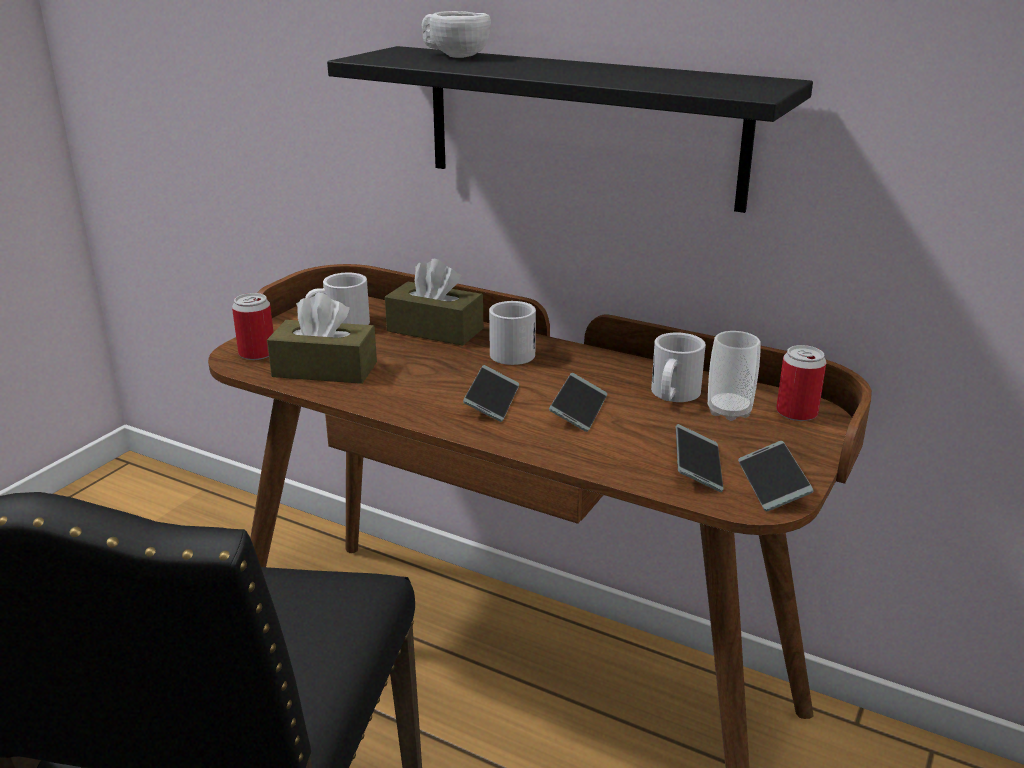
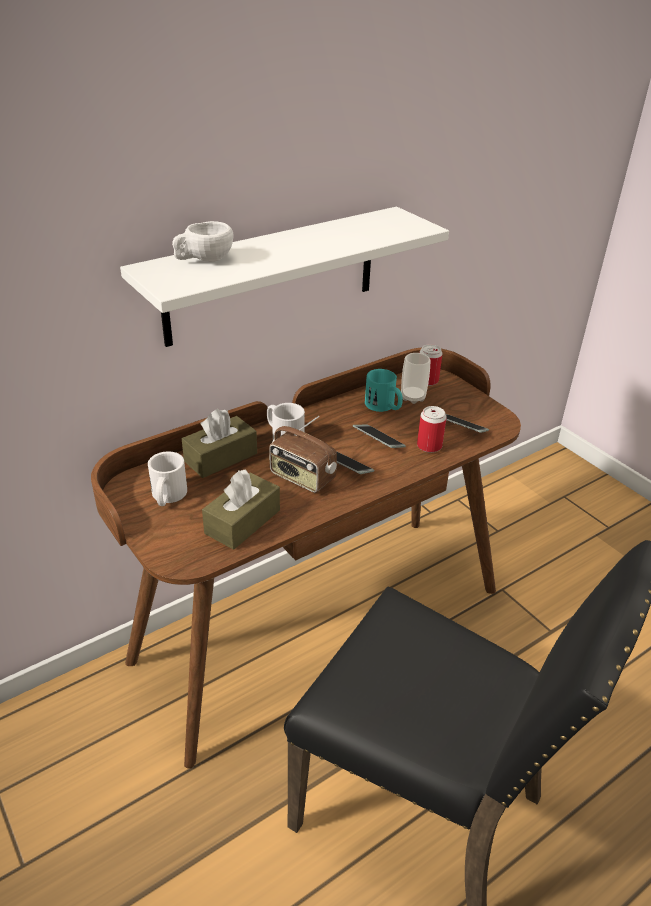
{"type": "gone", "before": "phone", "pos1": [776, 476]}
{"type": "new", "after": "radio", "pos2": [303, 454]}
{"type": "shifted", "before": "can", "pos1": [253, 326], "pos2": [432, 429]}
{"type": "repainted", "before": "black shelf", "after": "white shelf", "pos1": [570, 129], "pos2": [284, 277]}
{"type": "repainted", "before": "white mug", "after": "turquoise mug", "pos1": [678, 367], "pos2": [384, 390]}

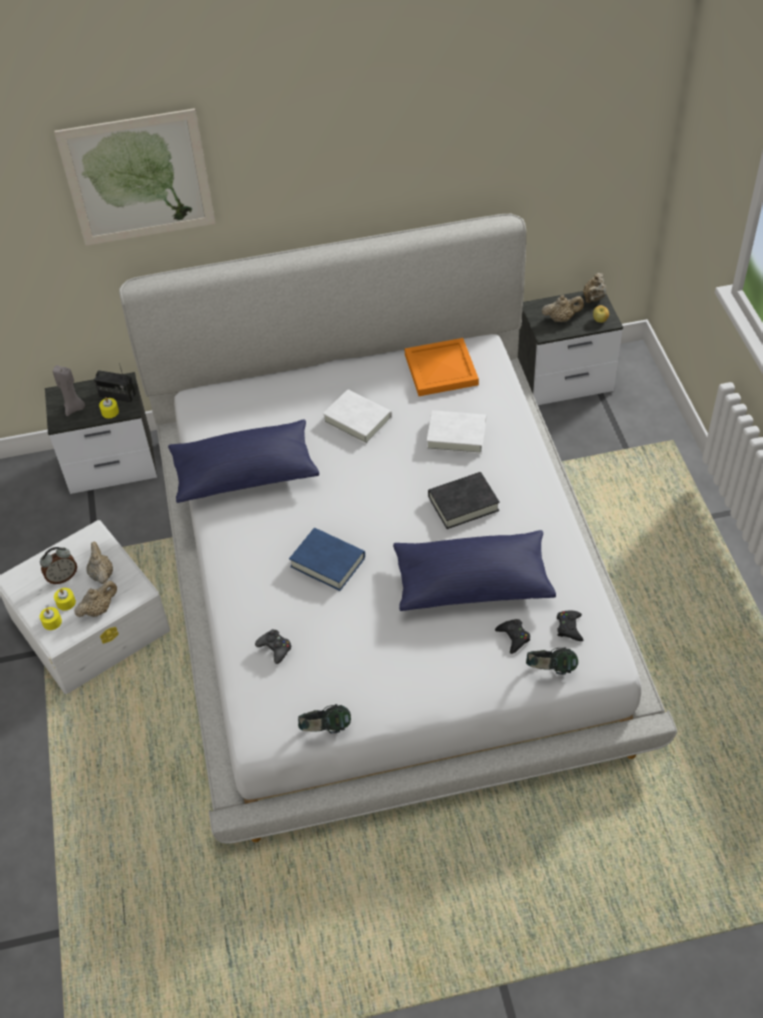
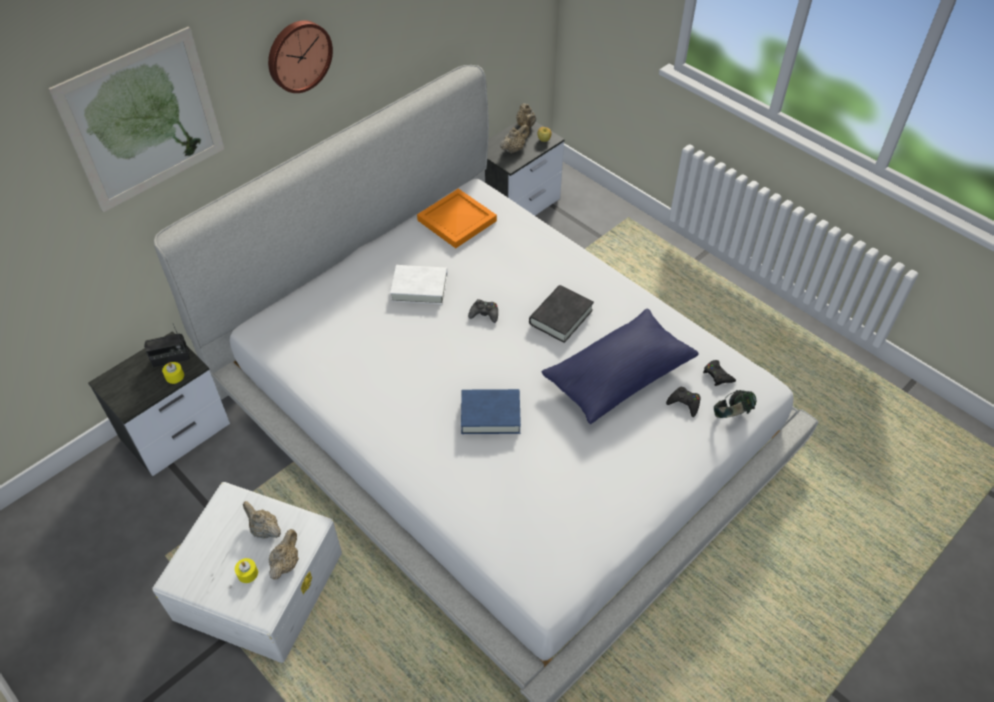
{"type": "gone", "before": "alarm clock", "pos1": [58, 565]}
{"type": "gone", "before": "yellow candle", "pos1": [51, 618]}
{"type": "gone", "before": "grey candle", "pos1": [69, 390]}
{"type": "gone", "before": "blue pillow", "pos1": [243, 461]}
{"type": "gone", "before": "headphones", "pos1": [324, 718]}
{"type": "gone", "before": "white book", "pos1": [456, 432]}
{"type": "new", "after": "wall clock", "pos2": [300, 56]}
{"type": "shifted", "before": "black game controller", "pos1": [273, 646], "pos2": [483, 311]}

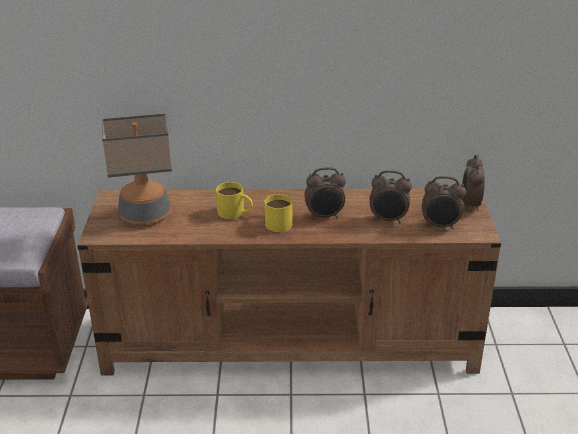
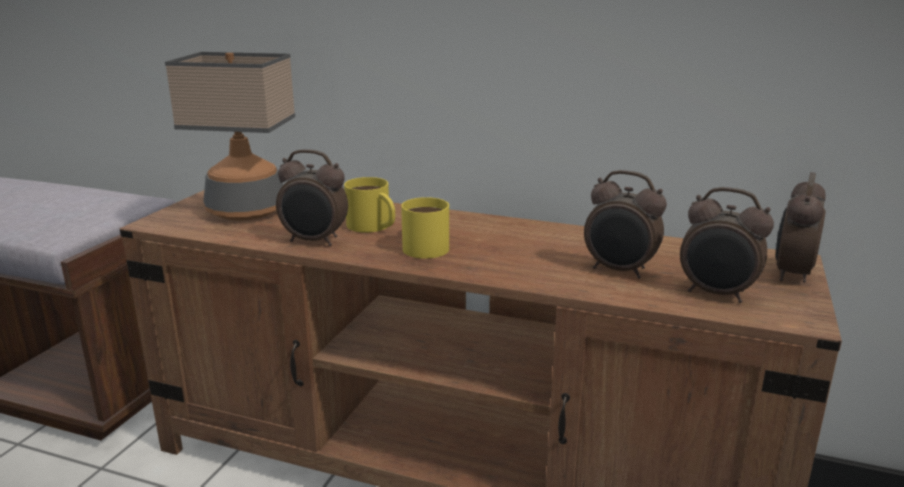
{"type": "shifted", "before": "alarm clock", "pos1": [325, 193], "pos2": [312, 197]}

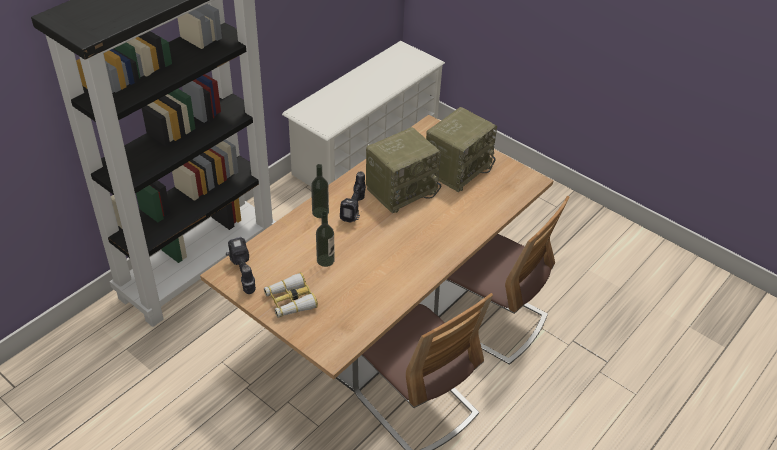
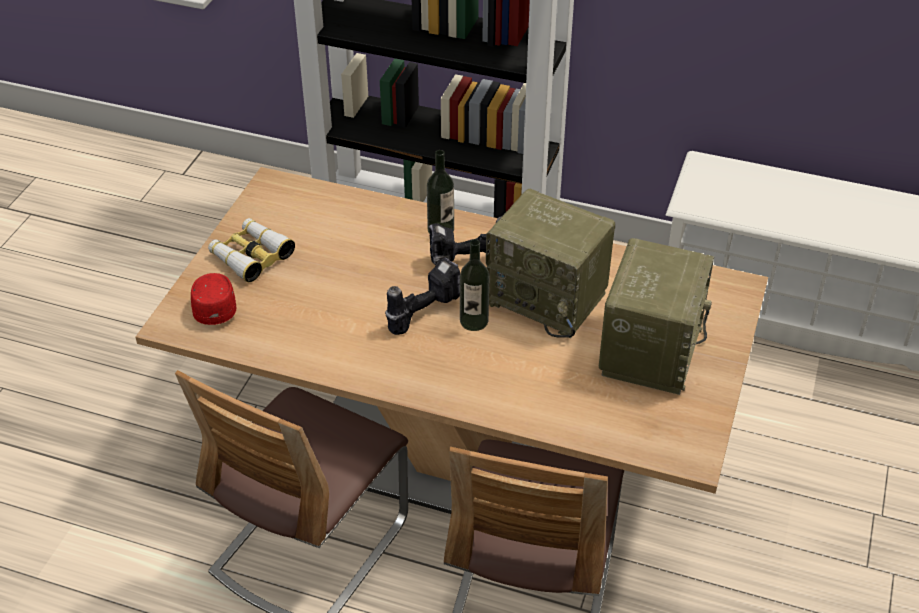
{"type": "new", "after": "red cap", "pos2": [213, 299]}
{"type": "shifted", "before": "power drill", "pos1": [241, 265], "pos2": [422, 296]}
{"type": "shifted", "before": "bottle", "pos1": [325, 239], "pos2": [475, 285]}
{"type": "rotated", "before": "radio", "pos1": [461, 149], "pos2": [656, 316], "turn": -90}

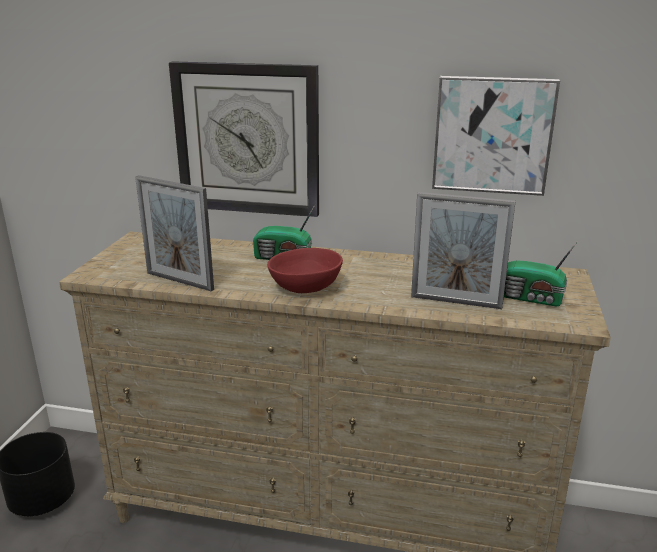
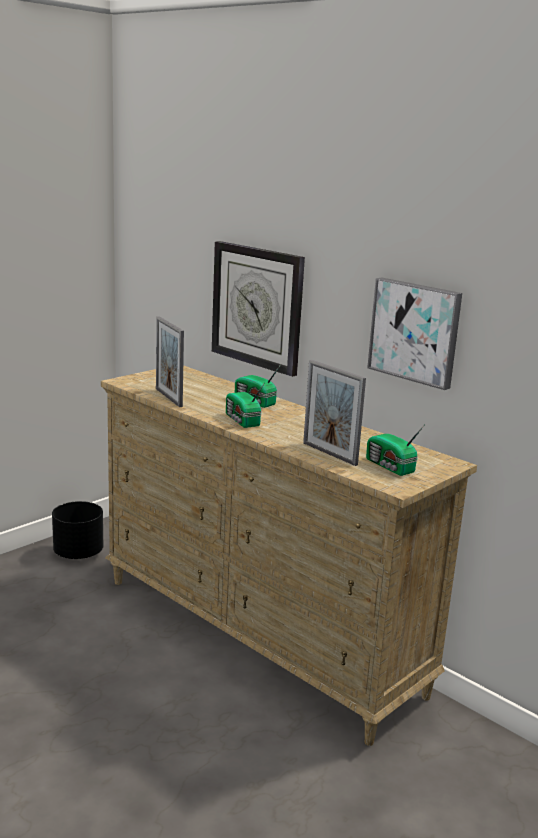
{"type": "swapped", "before": "red bowl", "after": "radio", "pos1": [305, 270], "pos2": [245, 406]}

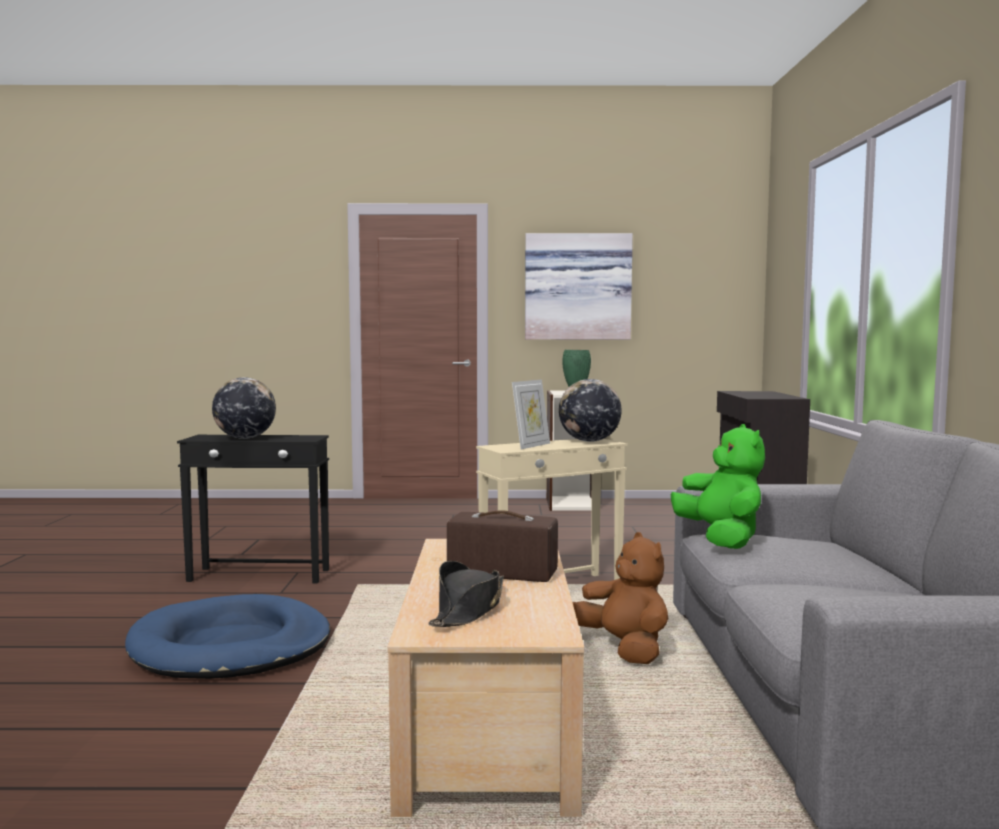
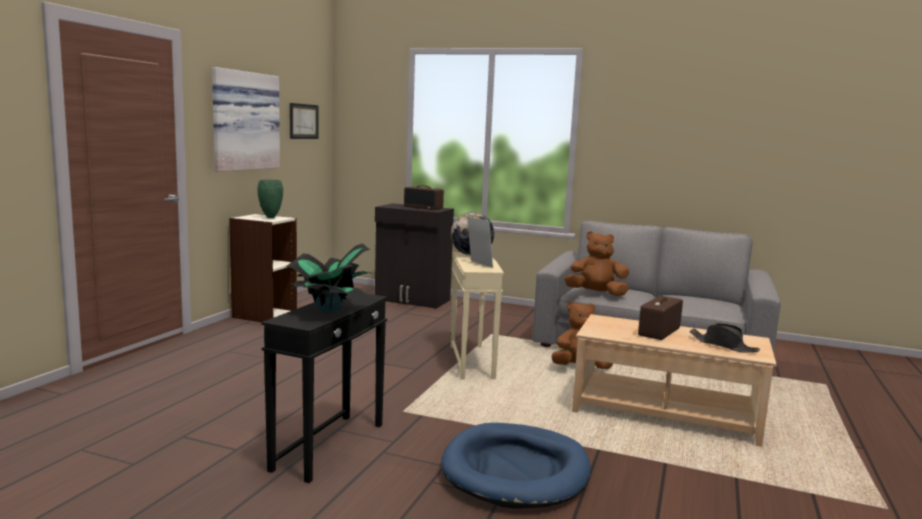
{"type": "new", "after": "picture", "pos2": [304, 121]}
{"type": "new", "after": "radio", "pos2": [424, 197]}
{"type": "swapped", "before": "globe", "after": "potted plant", "pos1": [244, 408], "pos2": [329, 278]}
{"type": "repainted", "before": "green plush toy", "after": "brown plush toy", "pos1": [718, 486], "pos2": [596, 263]}

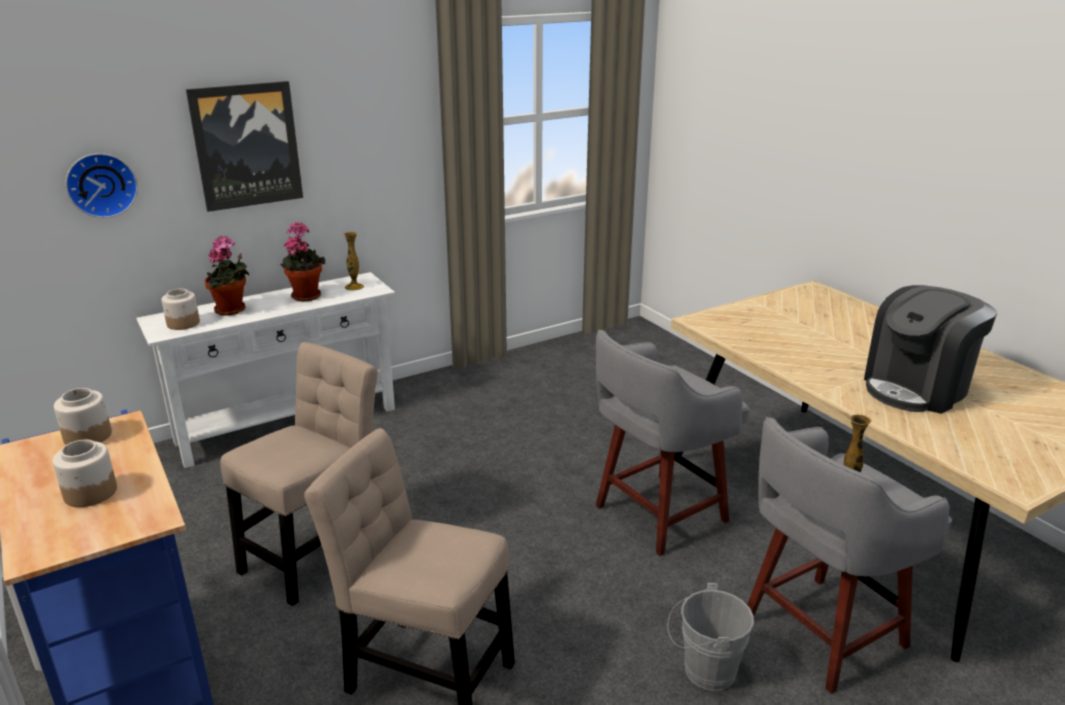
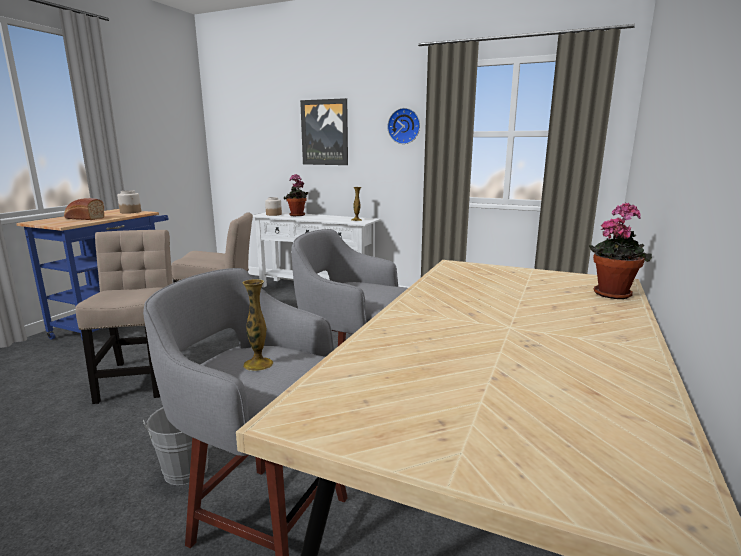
{"type": "gone", "before": "coffee machine", "pos1": [930, 349]}
{"type": "shifted", "before": "wall clock", "pos1": [101, 185], "pos2": [403, 126]}
{"type": "shifted", "before": "potted plant", "pos1": [302, 262], "pos2": [620, 250]}
{"type": "swapped", "before": "jar", "after": "bread", "pos1": [85, 473], "pos2": [84, 209]}

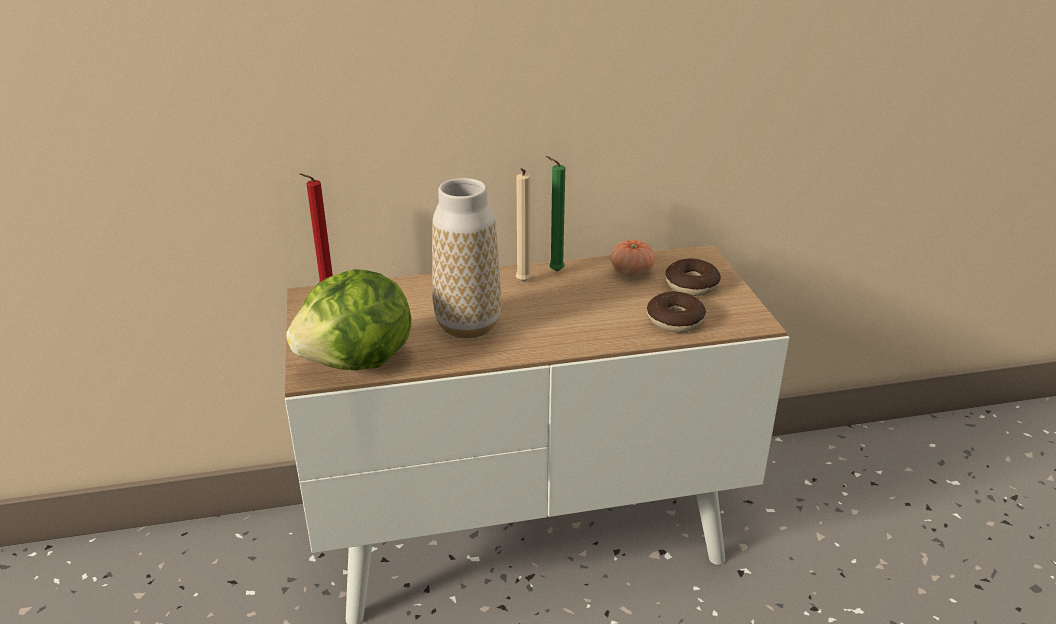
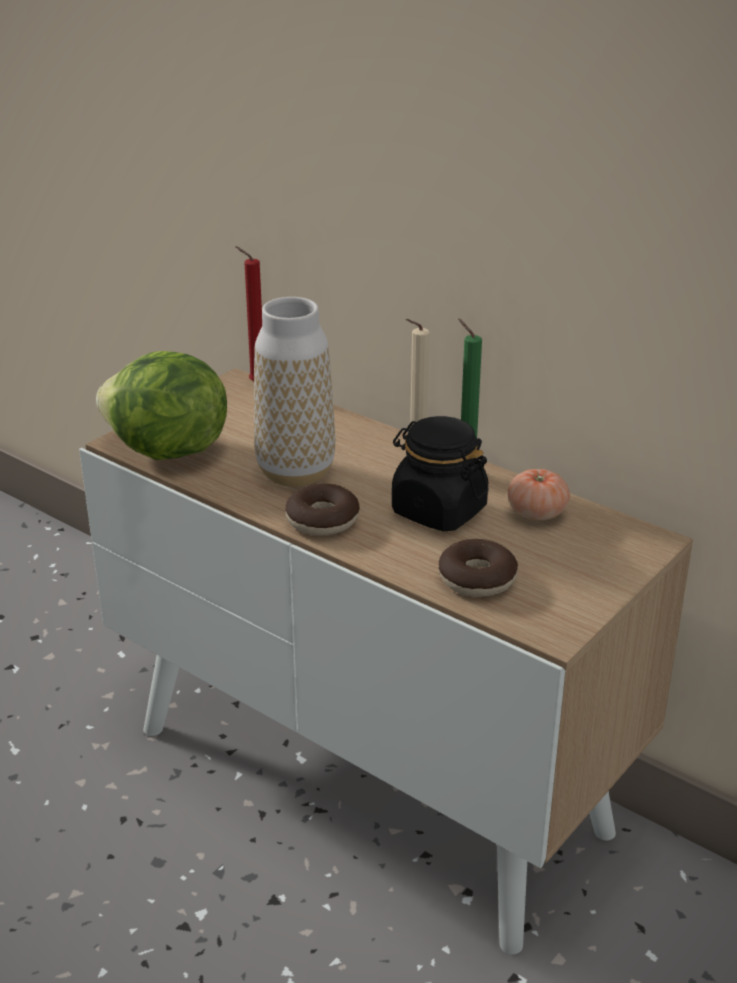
{"type": "new", "after": "black jar", "pos2": [440, 473]}
{"type": "shifted", "before": "donut", "pos1": [693, 277], "pos2": [322, 509]}

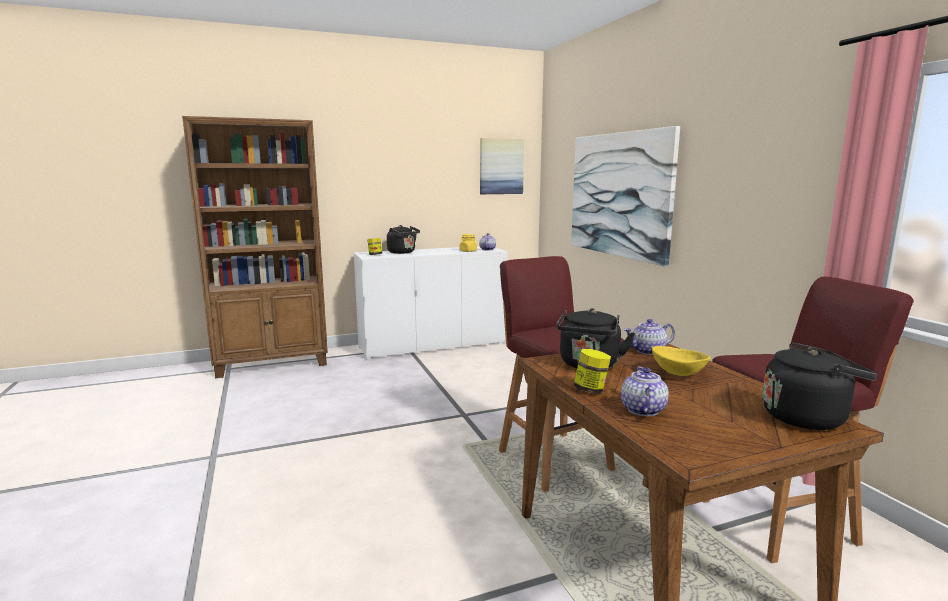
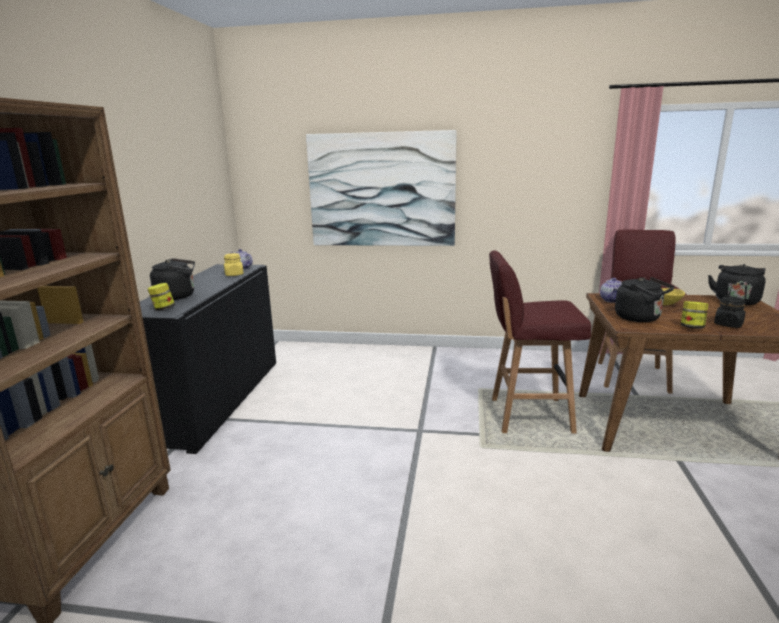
{"type": "gone", "before": "picture", "pos1": [502, 166]}
{"type": "swapped", "before": "teapot", "after": "black jar", "pos1": [645, 391], "pos2": [729, 312]}
{"type": "repainted", "before": "white cabinet", "after": "black cabinet", "pos1": [431, 303], "pos2": [208, 359]}

